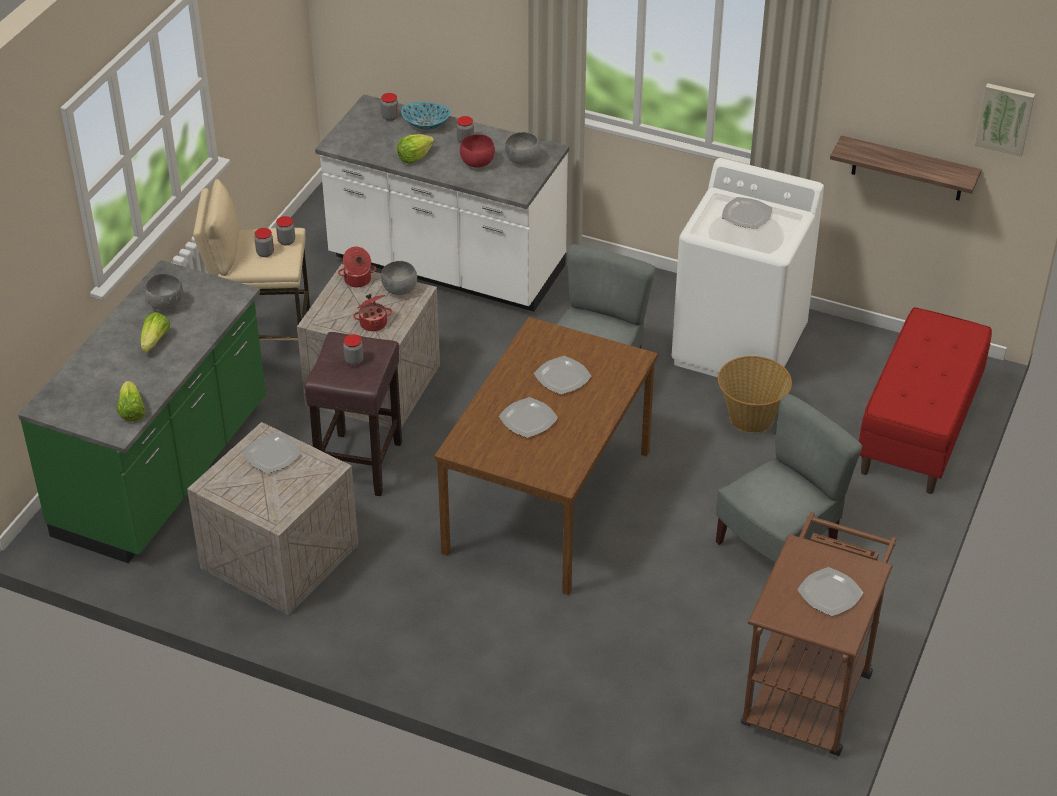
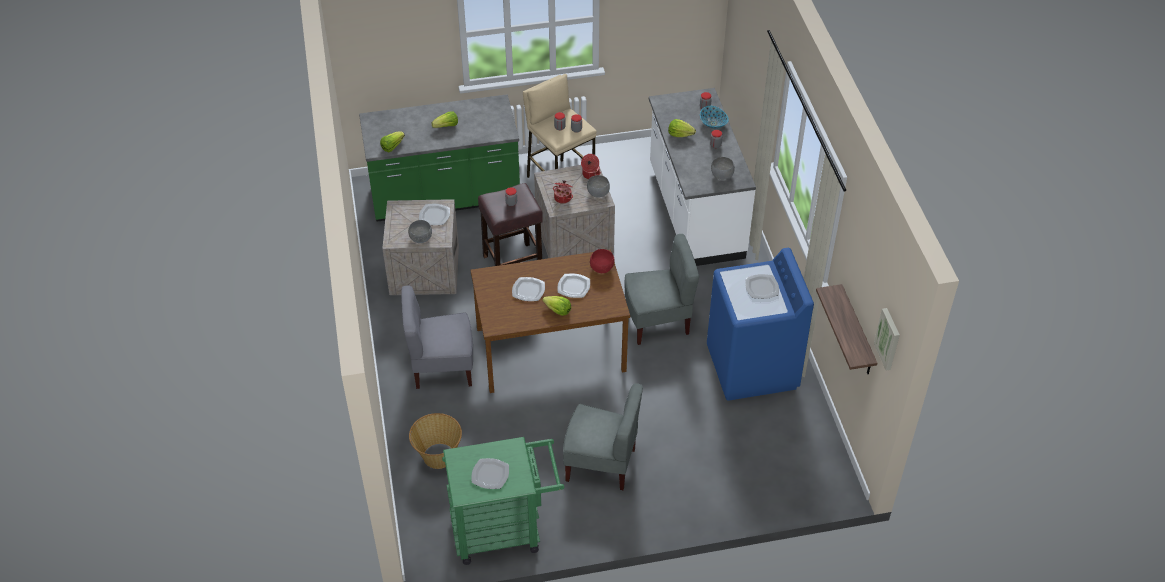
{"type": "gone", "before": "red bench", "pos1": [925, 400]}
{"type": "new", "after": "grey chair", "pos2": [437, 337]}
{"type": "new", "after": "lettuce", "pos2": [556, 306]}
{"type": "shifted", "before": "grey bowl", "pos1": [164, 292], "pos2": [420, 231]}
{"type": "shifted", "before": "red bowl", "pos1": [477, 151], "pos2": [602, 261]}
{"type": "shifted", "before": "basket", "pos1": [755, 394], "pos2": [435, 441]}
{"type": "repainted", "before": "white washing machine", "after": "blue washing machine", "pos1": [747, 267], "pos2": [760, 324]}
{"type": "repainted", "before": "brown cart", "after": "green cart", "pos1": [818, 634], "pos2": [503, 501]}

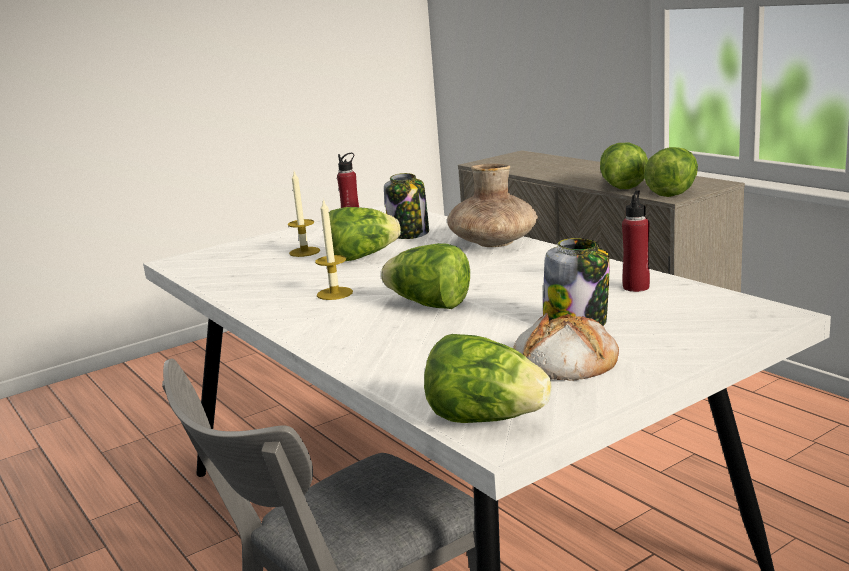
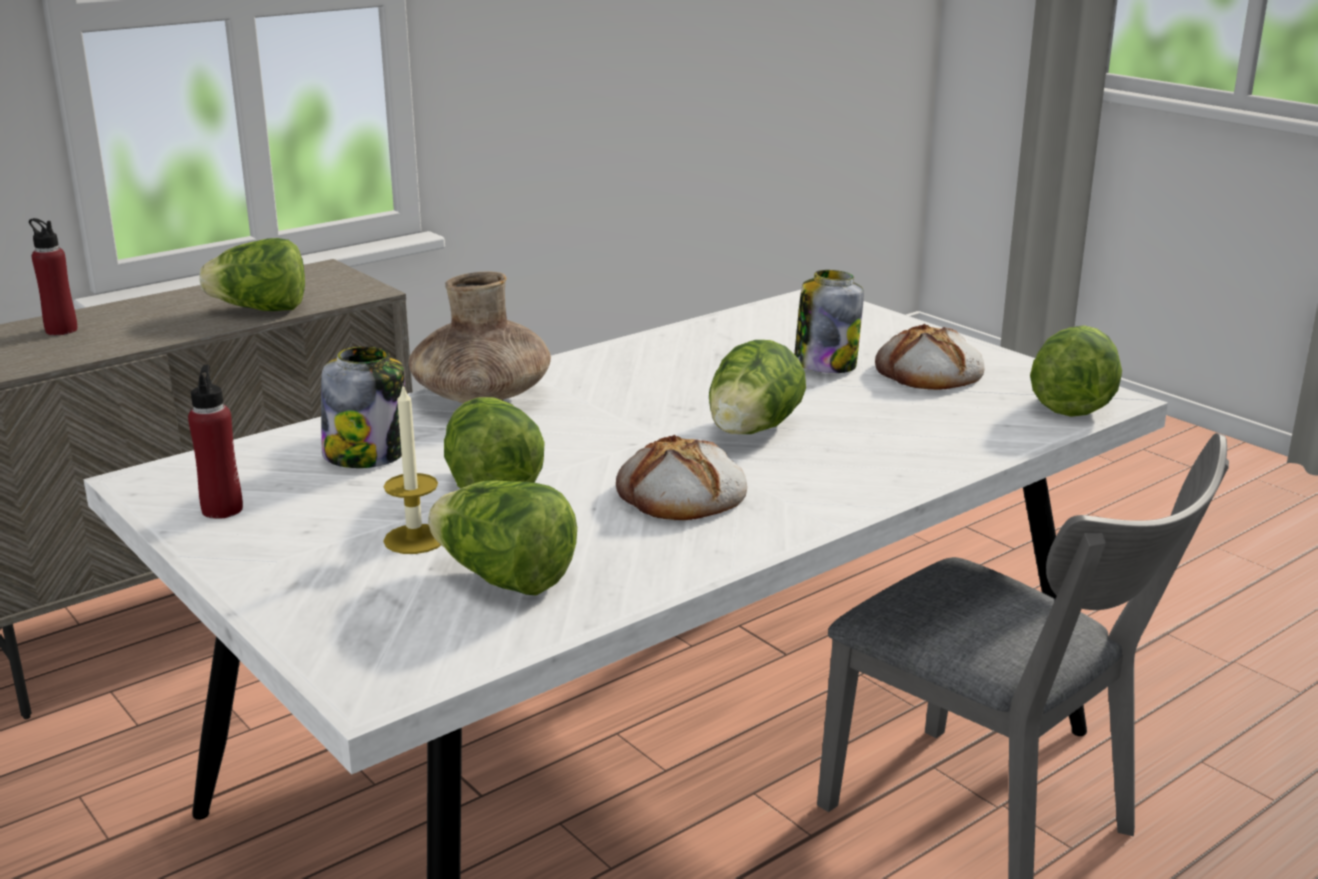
{"type": "shifted", "before": "red bottle", "pos1": [636, 241], "pos2": [53, 276]}
{"type": "shifted", "before": "lettuce", "pos1": [671, 172], "pos2": [502, 538]}
{"type": "swapped", "before": "candle", "after": "bread", "pos1": [334, 249], "pos2": [681, 477]}

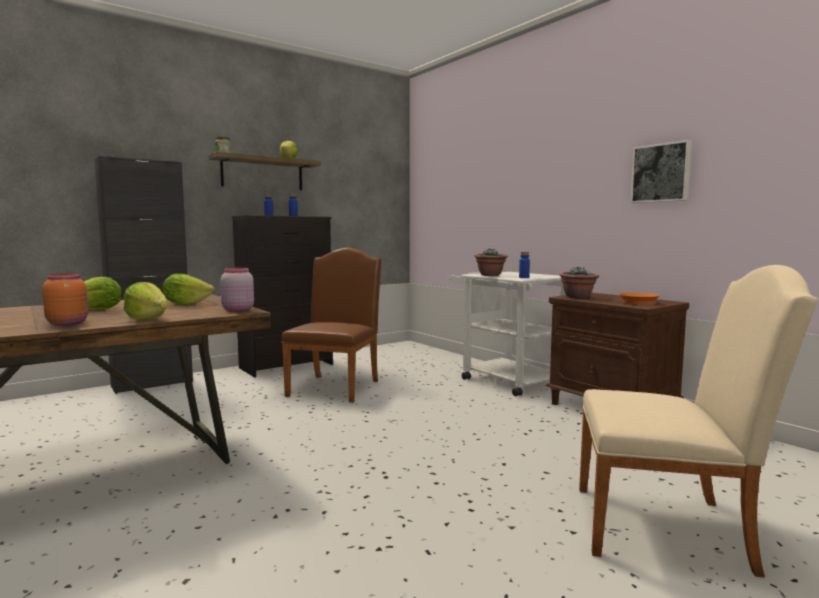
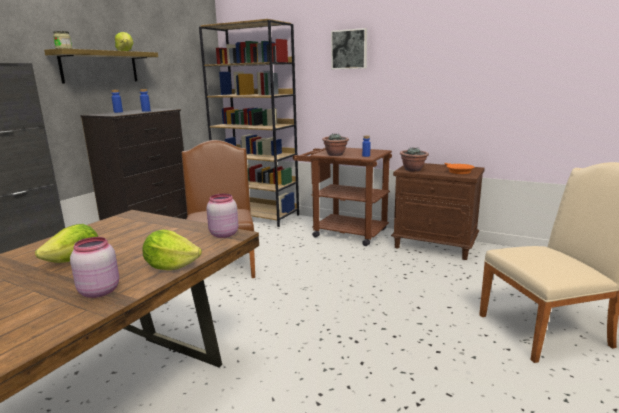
{"type": "gone", "before": "lettuce", "pos1": [188, 289]}
{"type": "new", "after": "brown bookcase", "pos2": [249, 123]}
{"type": "shifted", "before": "picture", "pos1": [661, 171], "pos2": [349, 48]}
{"type": "repainted", "before": "orange jar", "after": "pink jar", "pos1": [65, 299], "pos2": [94, 267]}
{"type": "repainted", "before": "white cart", "after": "brown cart", "pos1": [507, 333], "pos2": [342, 197]}

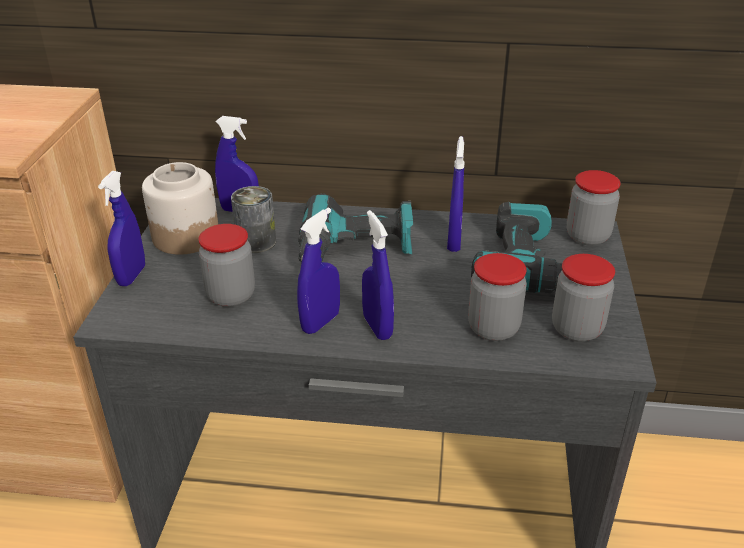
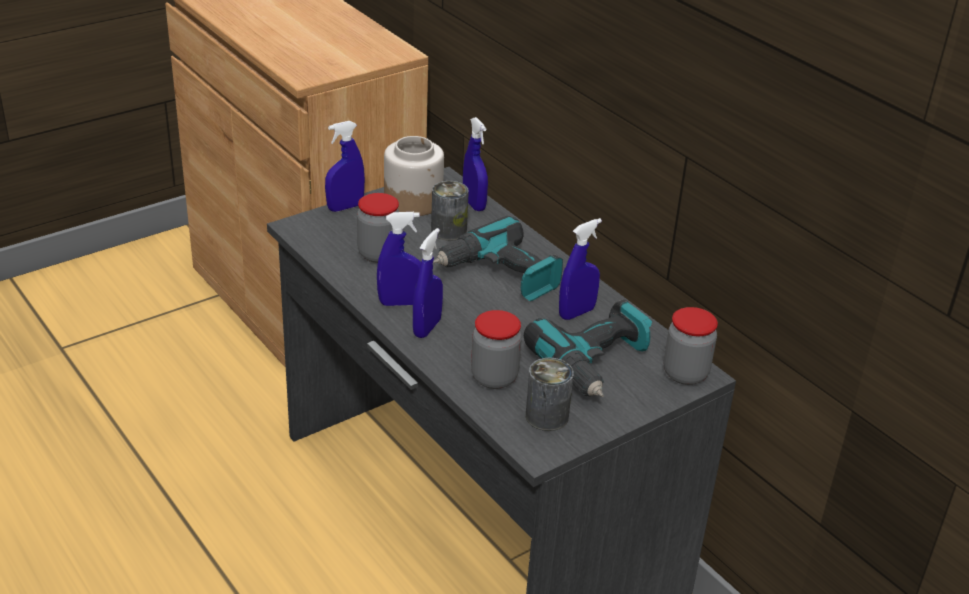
{"type": "swapped", "before": "jar", "after": "can", "pos1": [583, 298], "pos2": [549, 394]}

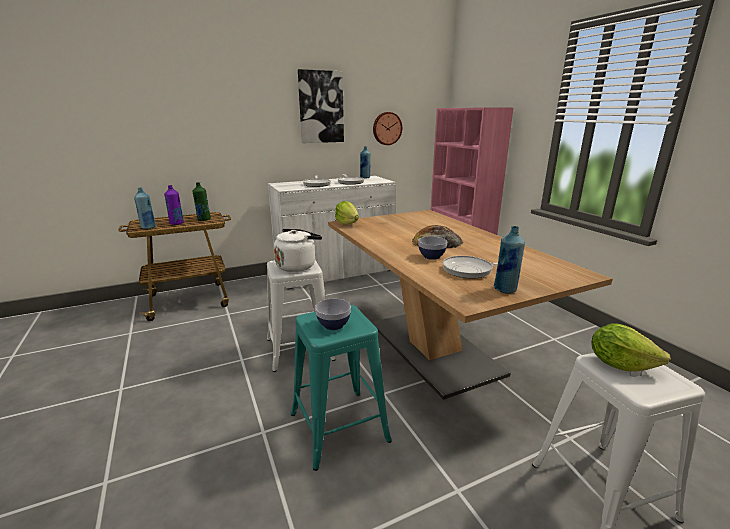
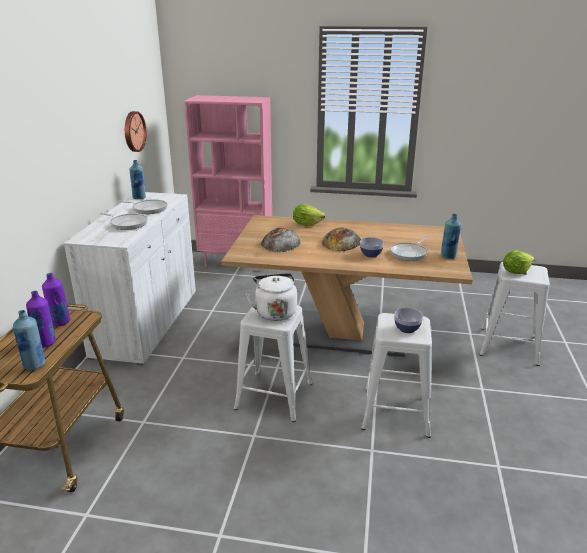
{"type": "gone", "before": "picture", "pos1": [321, 106]}
{"type": "new", "after": "bread", "pos2": [280, 240]}
{"type": "shifted", "before": "lettuce", "pos1": [347, 213], "pos2": [309, 215]}
{"type": "repainted", "before": "green bottle", "after": "purple bottle", "pos1": [202, 201], "pos2": [56, 299]}
{"type": "repainted", "before": "turquoise stool", "after": "white stool", "pos1": [341, 388], "pos2": [396, 375]}

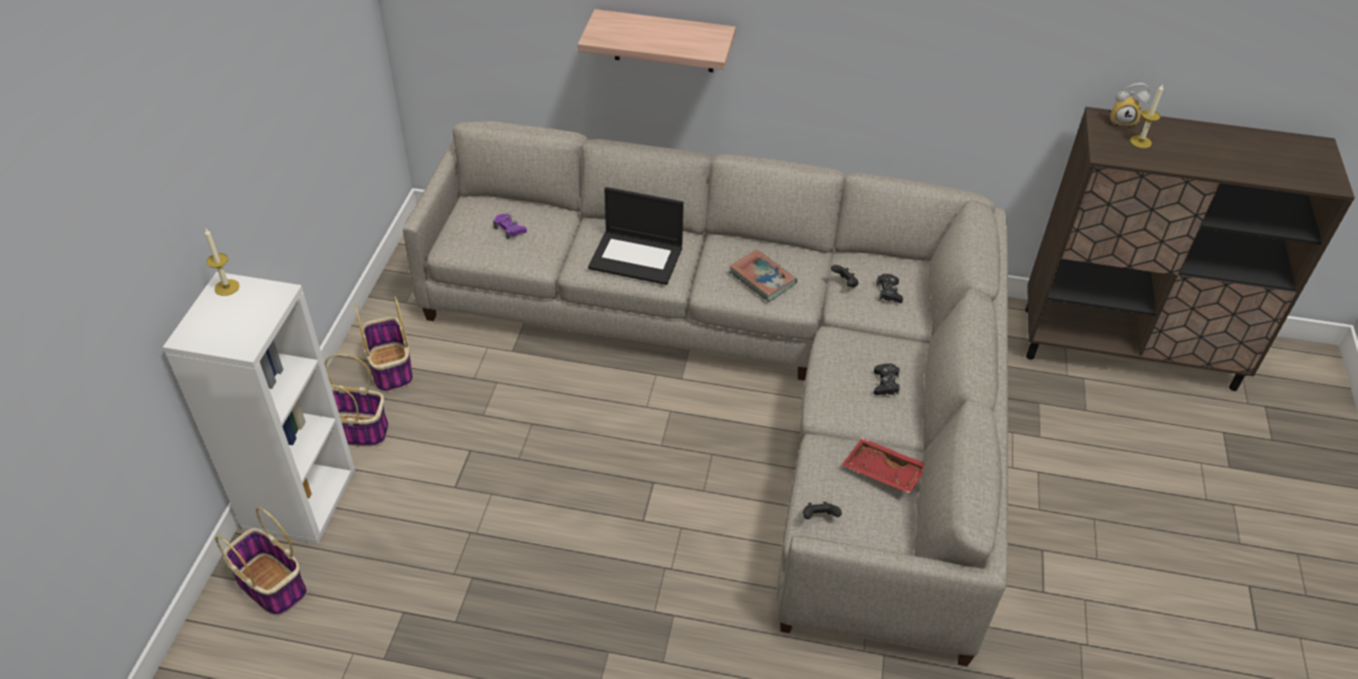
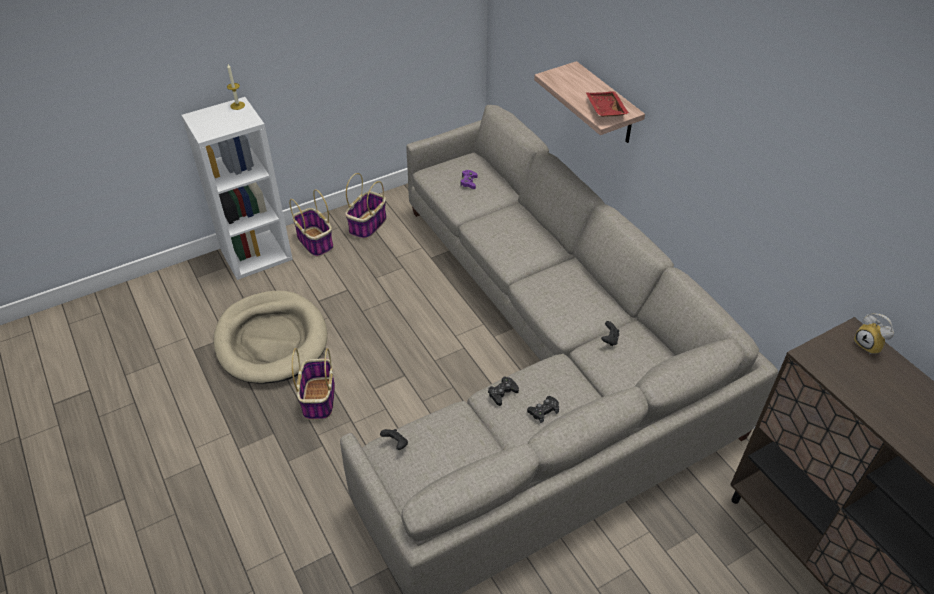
{"type": "gone", "before": "laptop", "pos1": [636, 236]}
{"type": "gone", "before": "book", "pos1": [763, 276]}
{"type": "gone", "before": "candle", "pos1": [1146, 116]}
{"type": "new", "after": "beige dog bed", "pos2": [271, 337]}
{"type": "shifted", "before": "basket", "pos1": [261, 561], "pos2": [313, 384]}
{"type": "shifted", "before": "red tray", "pos1": [883, 465], "pos2": [607, 104]}
{"type": "shifted", "before": "black game controller", "pos1": [889, 288], "pos2": [503, 391]}

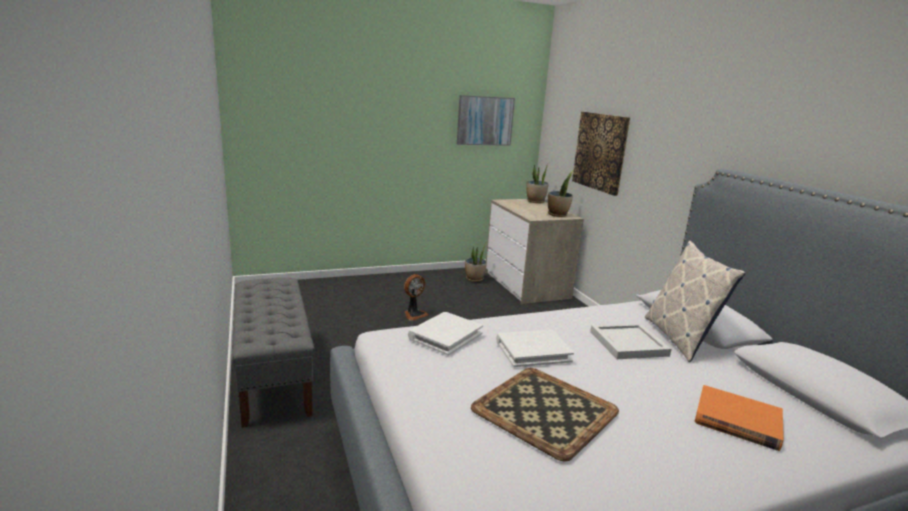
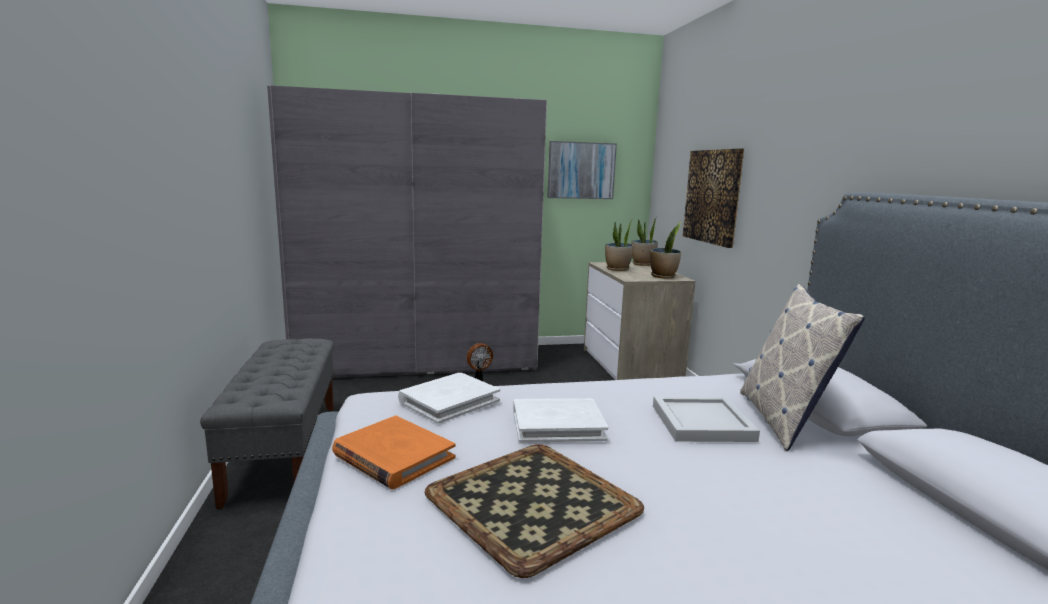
{"type": "new", "after": "grey wardrobe", "pos2": [407, 231]}
{"type": "shifted", "before": "potted plant", "pos1": [476, 262], "pos2": [619, 245]}
{"type": "shifted", "before": "orange book", "pos1": [739, 418], "pos2": [393, 452]}

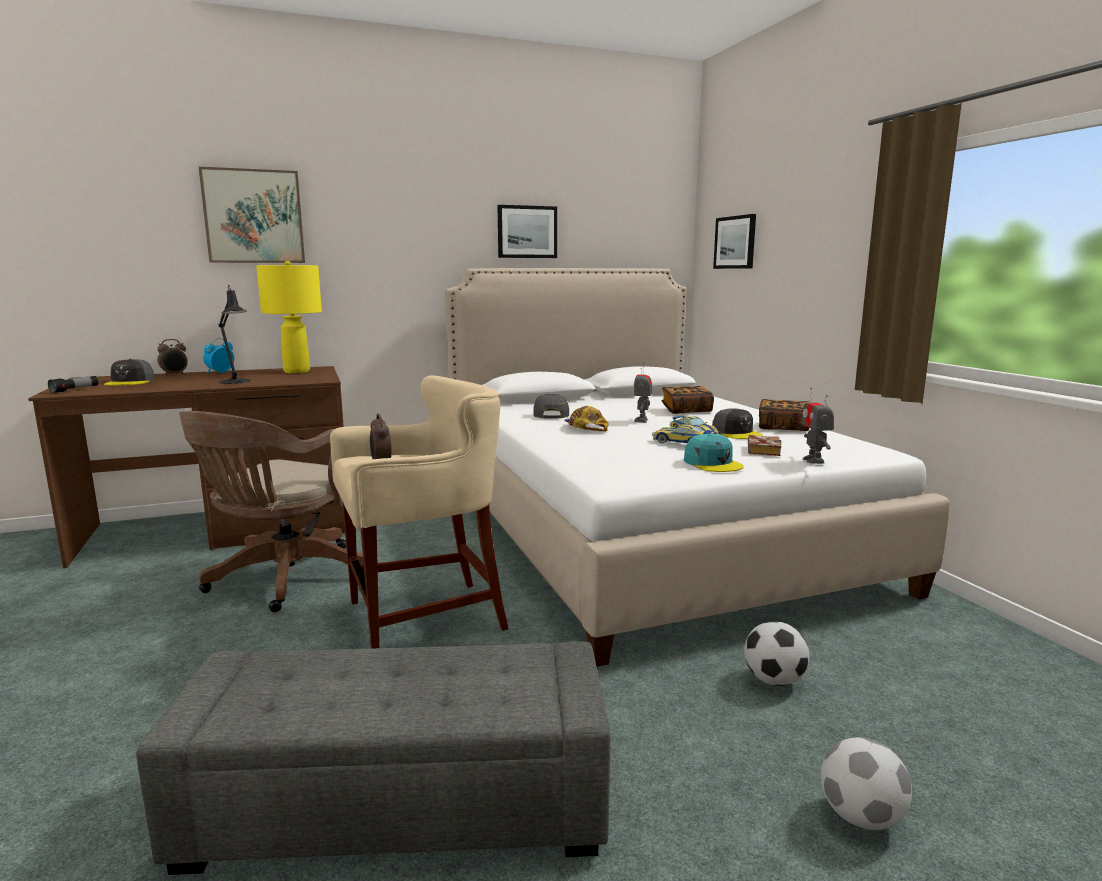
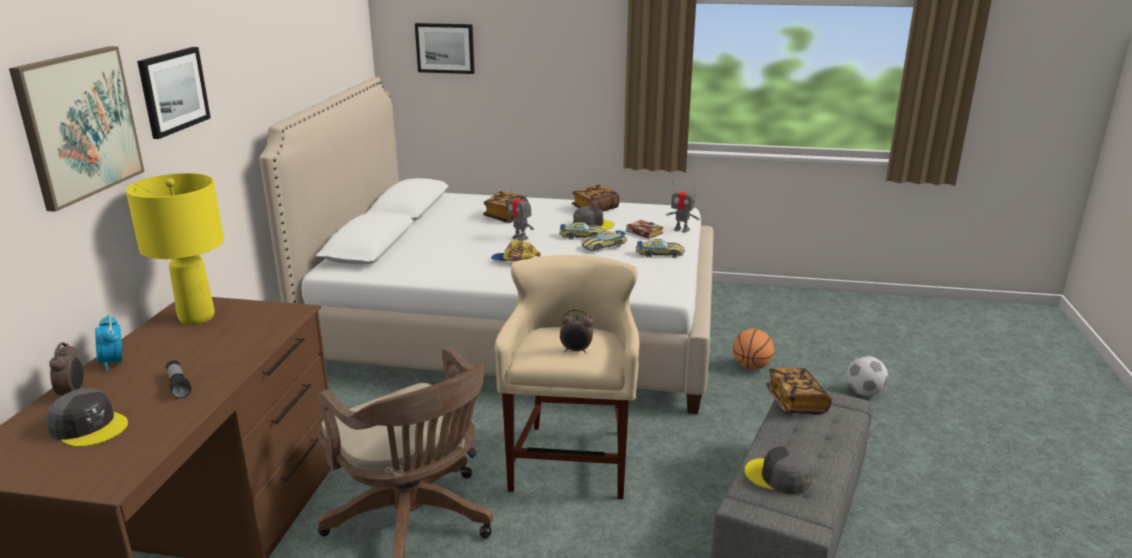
{"type": "gone", "before": "black table lamp", "pos1": [235, 334]}
{"type": "new", "after": "book", "pos2": [799, 391]}
{"type": "shifted", "before": "flashlight", "pos1": [73, 384], "pos2": [178, 379]}
{"type": "shifted", "before": "picture", "pos1": [527, 231], "pos2": [174, 93]}
{"type": "shifted", "before": "grey cap", "pos1": [551, 406], "pos2": [779, 470]}
{"type": "swapped", "before": "turquoise cap", "after": "toy car", "pos1": [714, 453], "pos2": [660, 248]}
{"type": "swapped", "before": "football", "after": "basketball", "pos1": [776, 653], "pos2": [753, 349]}

